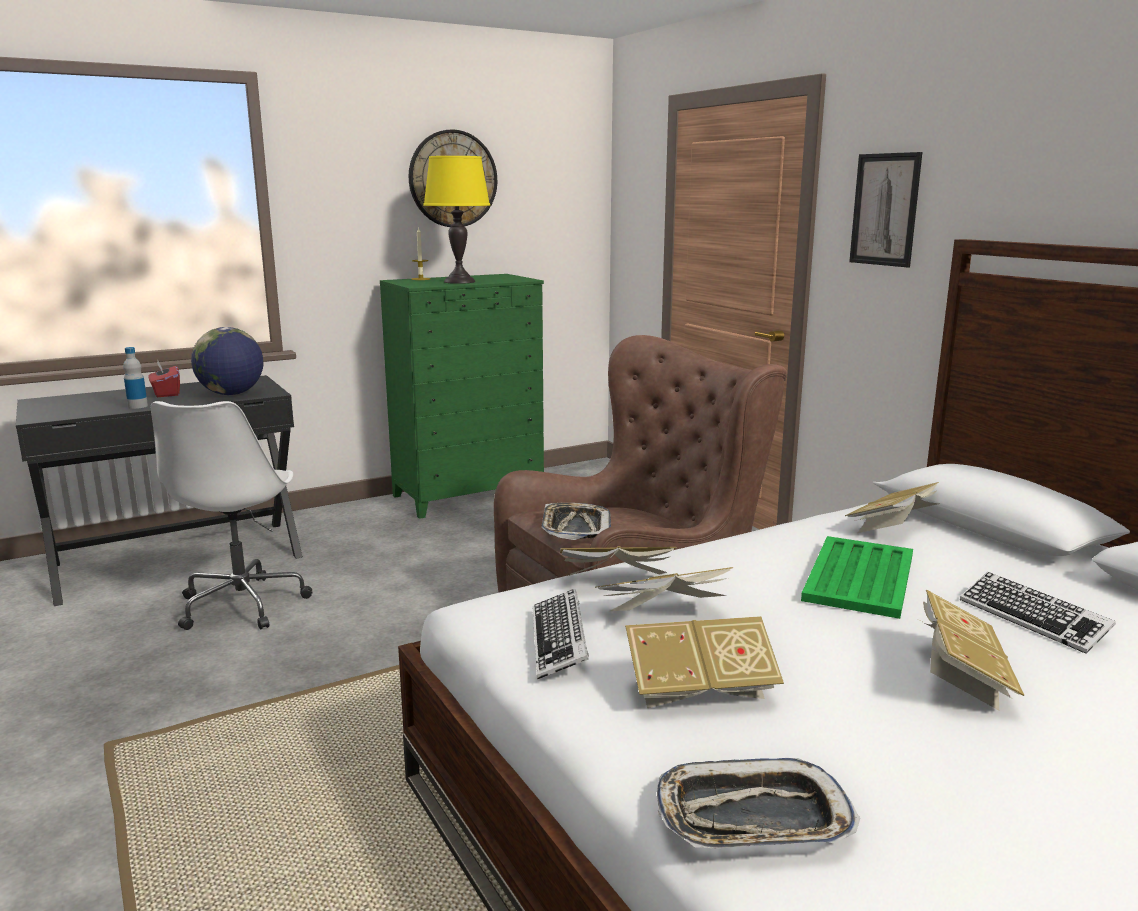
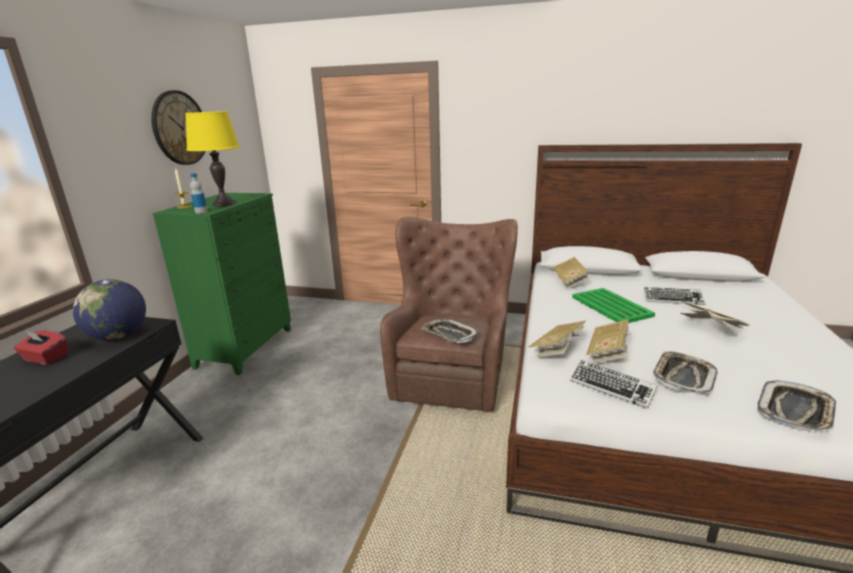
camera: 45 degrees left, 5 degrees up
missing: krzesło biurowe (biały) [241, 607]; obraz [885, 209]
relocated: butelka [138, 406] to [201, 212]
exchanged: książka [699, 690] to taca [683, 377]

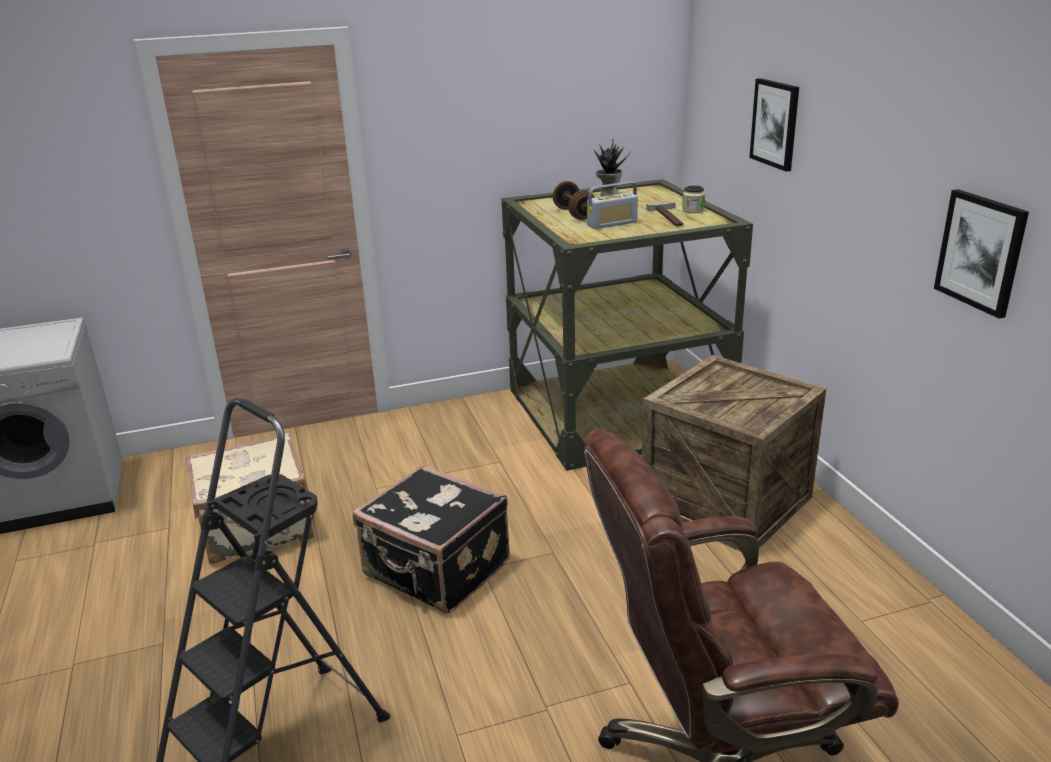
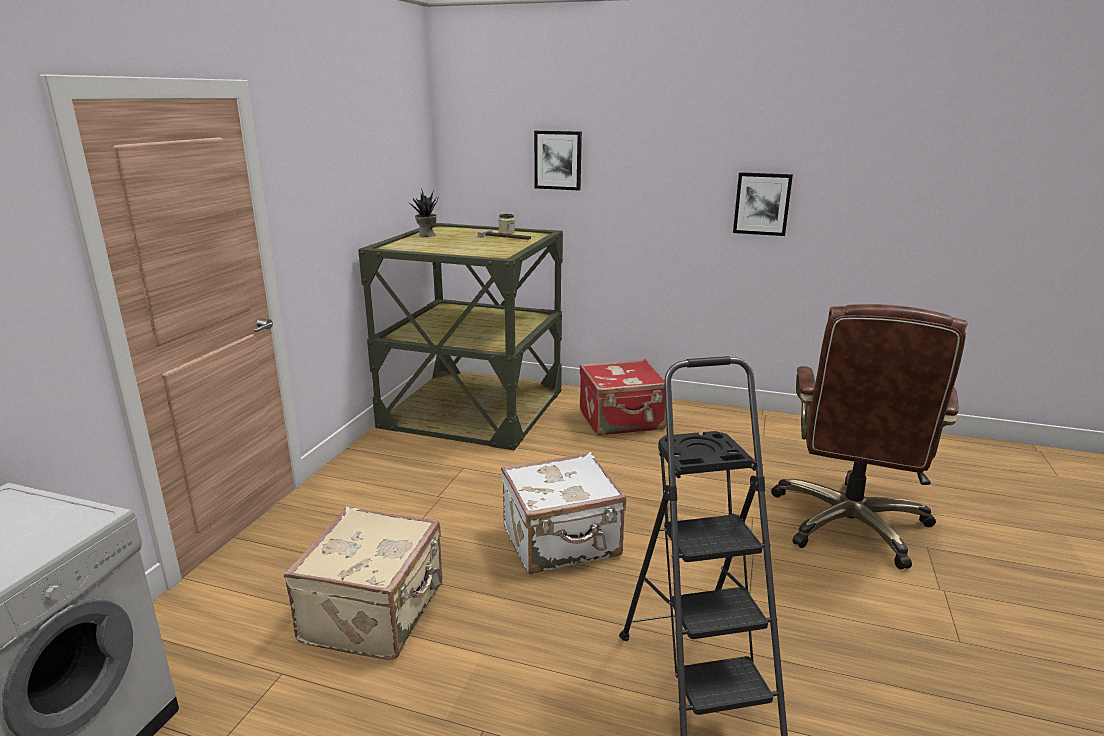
camera: 55 degrees left, 5 degrees down
missing: hantel (brązowy) [574, 214]; radio [612, 224]
exchanged: skrzynka [726, 502] to walizka (czerwony) [622, 421]
colour: walizka (czarny) [436, 571] to walizka (biały) [562, 543]

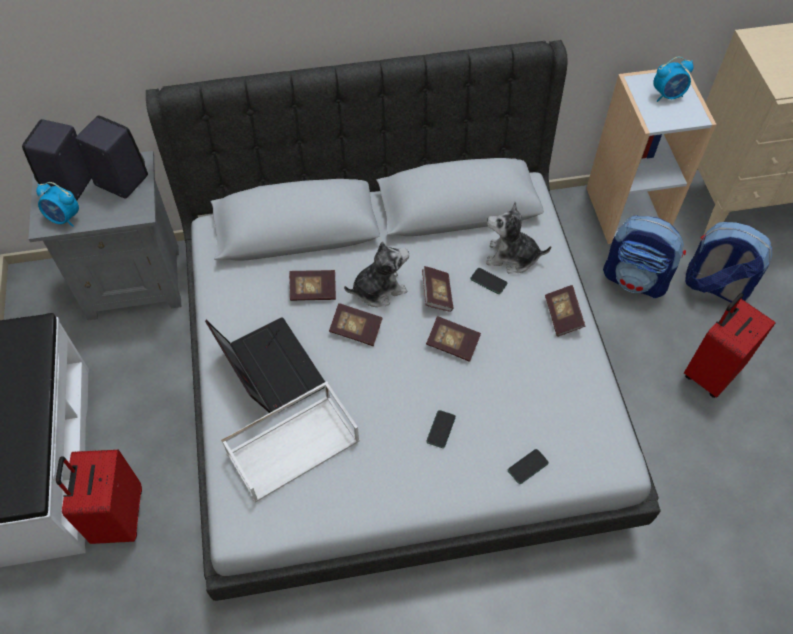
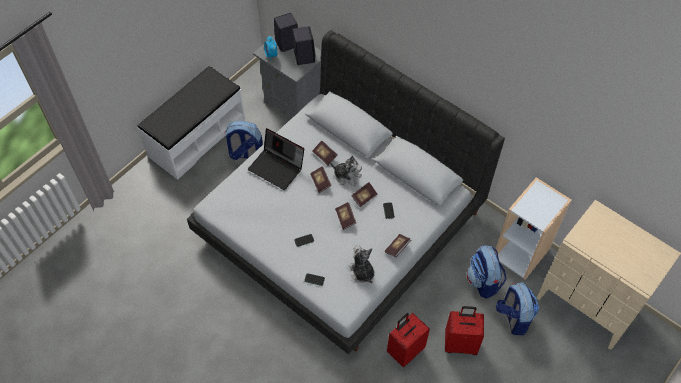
camera: 50 degrees right, 0 degrees up
missing: taca (biały) [293, 445]; budzik [668, 95]
appeared: plecak [245, 154]
relocated: walizka (czerwony) [118, 516] to [405, 350]; pluszak [512, 257] to [362, 272]
spun: laptop [269, 369] = [277, 167] 105 degrees clockwise

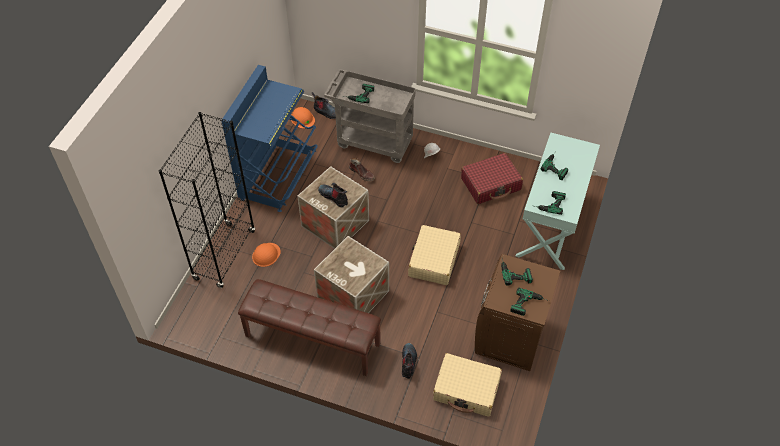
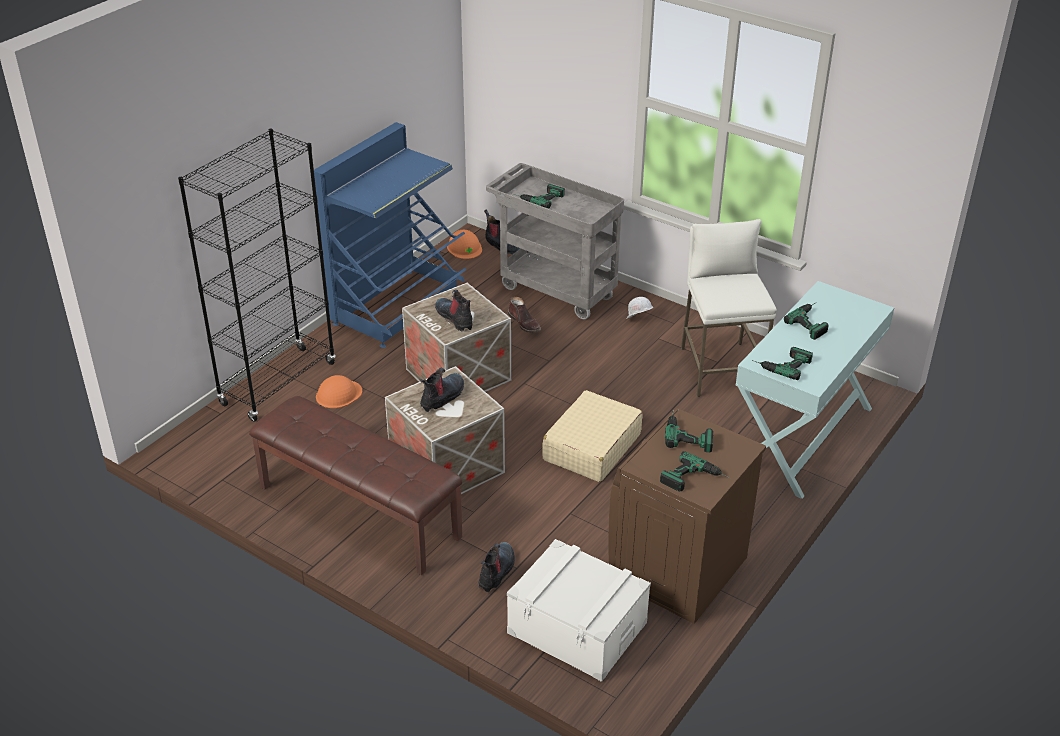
camera: 15 degrees right, 15 degrees down
appeared: but z cholewką [442, 397]
exchanged: walizka (beżowy) [466, 389] to pojemnik do przechowywania (biały) [577, 628]; walizka (czerwony) [491, 184] to stołek (biały) [720, 369]

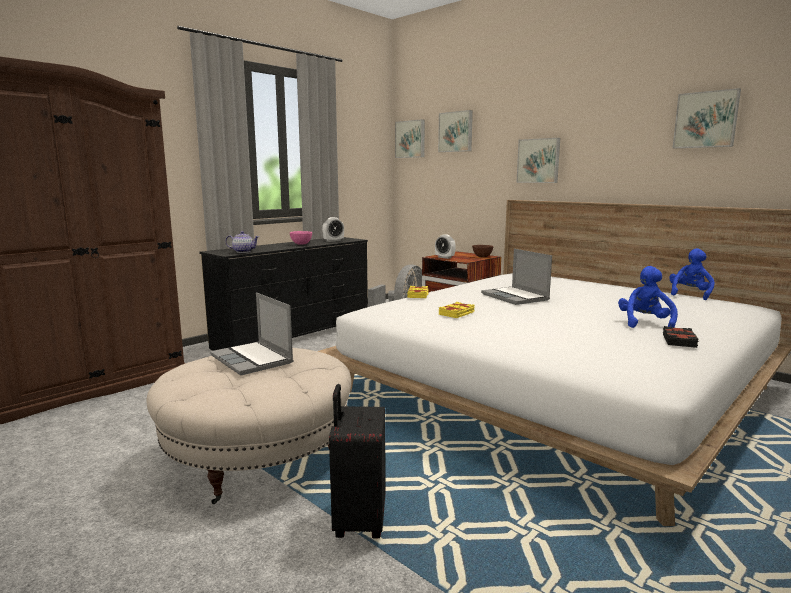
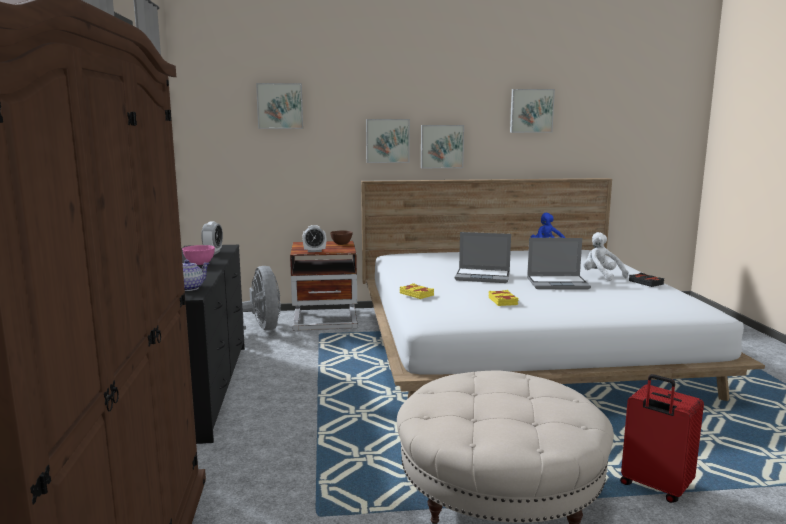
camera: 50 degrees left, 0 degrees up
relocated: laptop [253, 359] to [558, 284]; obraz [411, 139] to [441, 146]
colour: walizka (czarny) [358, 521] to walizka (czerwony) [654, 487]; pluszak (niebieski) [645, 324] to pluszak (biały) [601, 276]

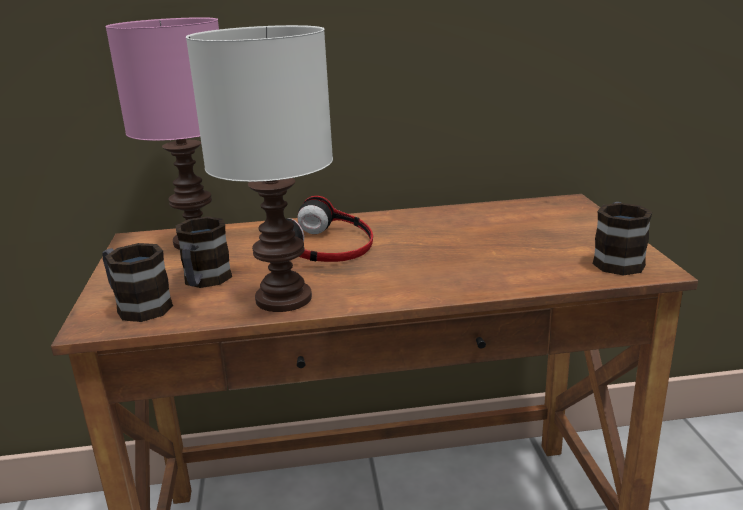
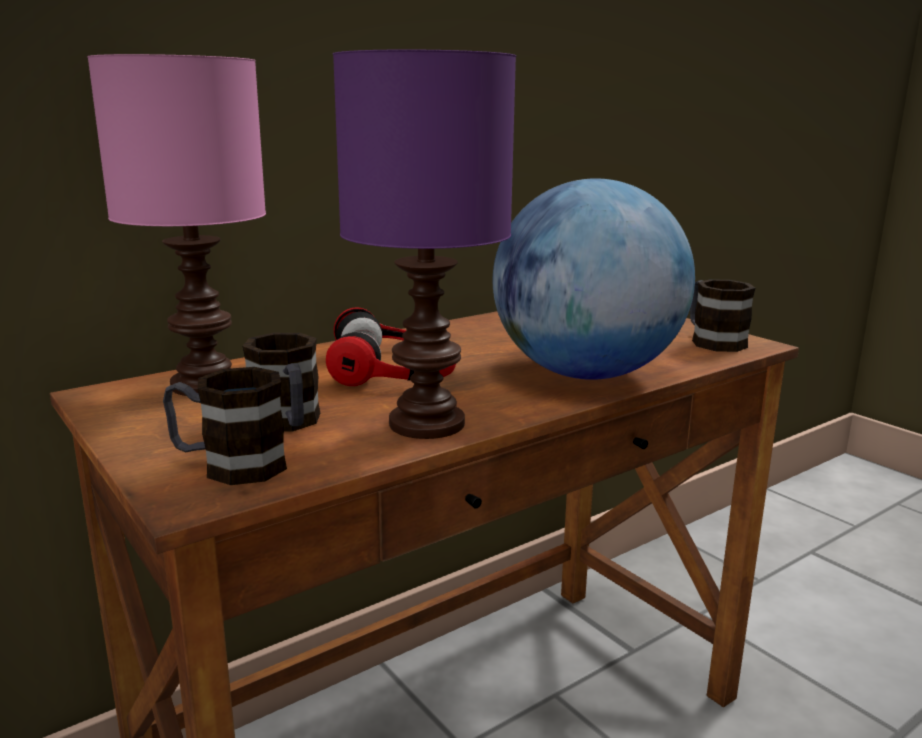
camera: 30 degrees left, 5 degrees down
appeared: globus [586, 374]
colour: lampa stołowa (biały) [281, 298] to lampa stołowa (fioletowy) [423, 424]

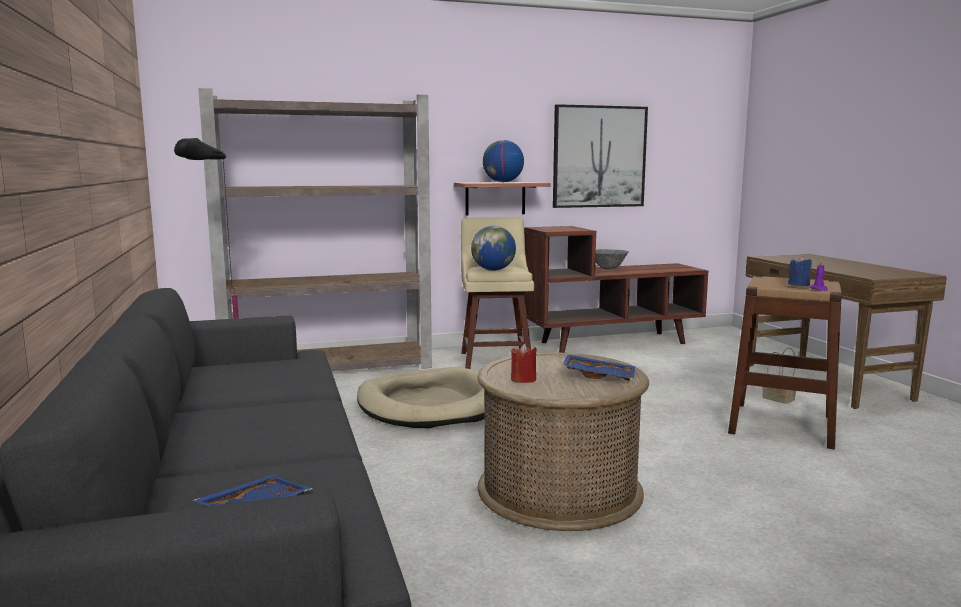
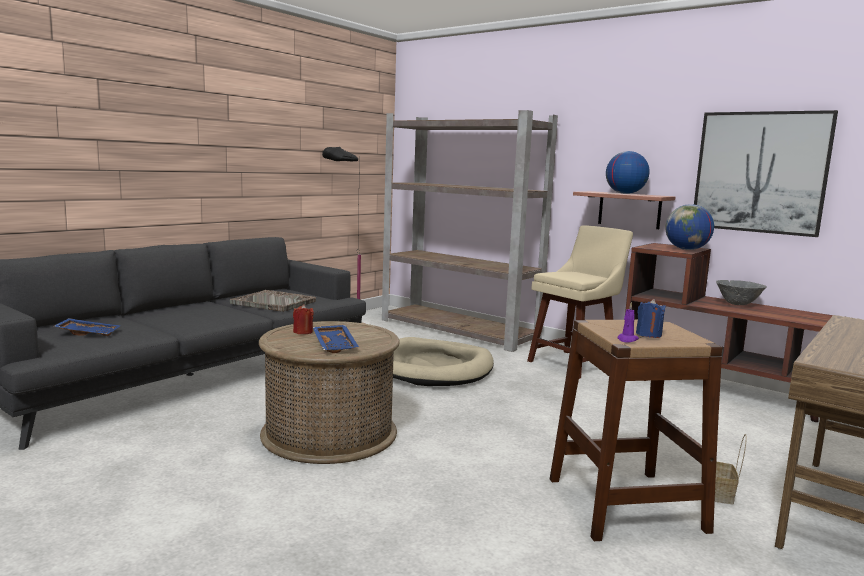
camera: 55 degrees right, 0 degrees up
appeared: taca (szary) [274, 302]
relocated: globus [493, 270] to [687, 249]

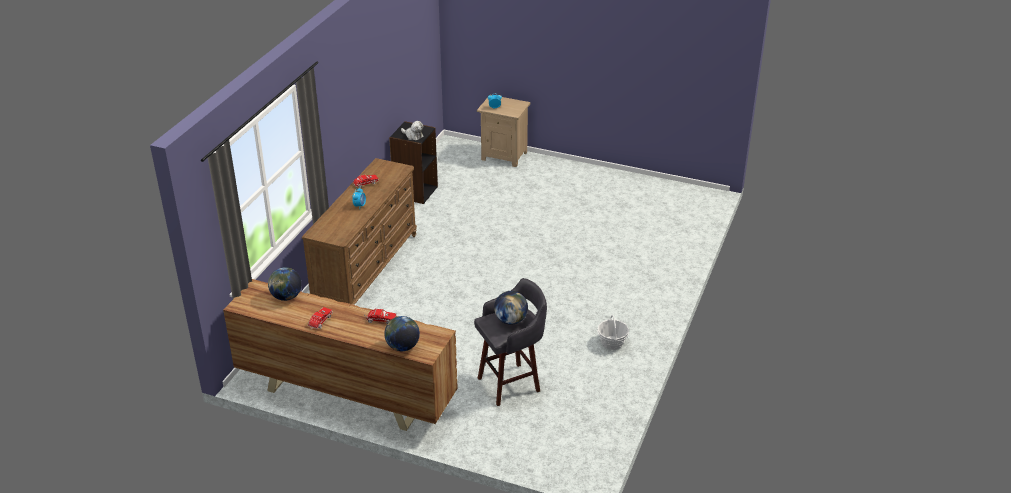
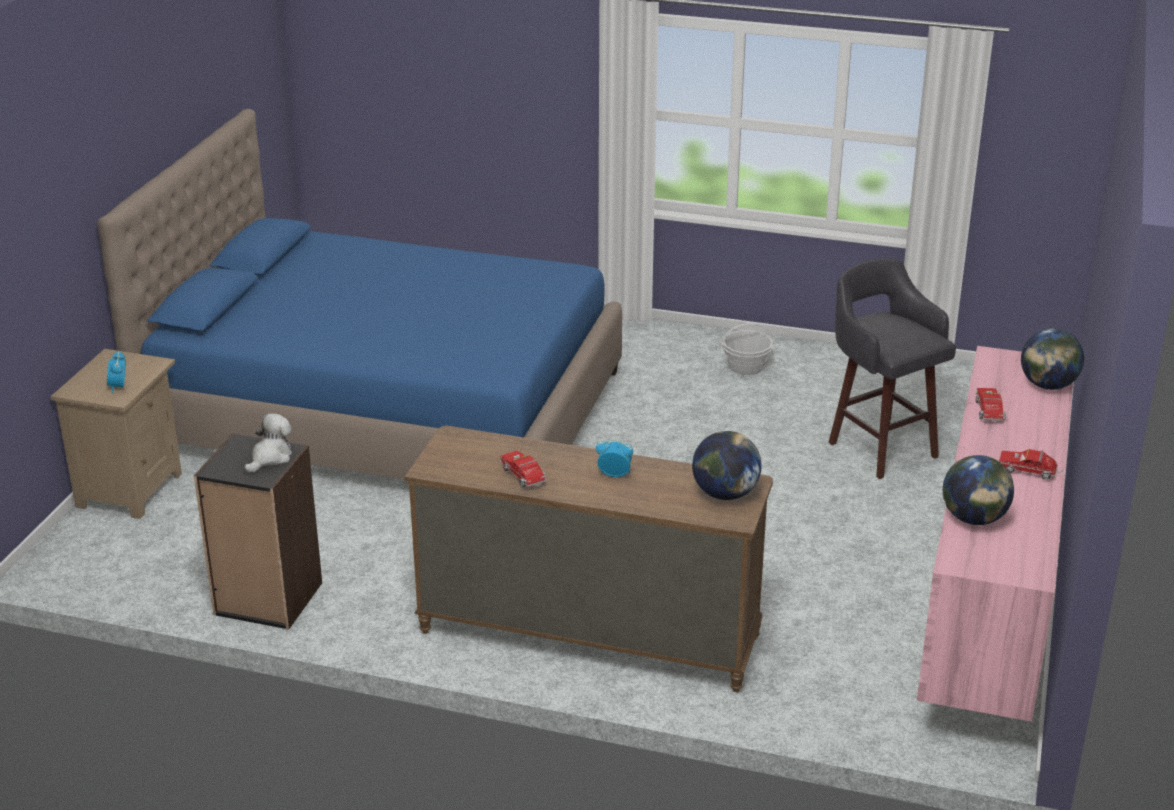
camera: 95 degrees left, 5 degrees down
appeared: łóżko (niebieski) [385, 410]
relocated: globus [511, 320] to [725, 494]
colour: szafka (brązowy) [345, 396] to szafka (różowy) [989, 614]

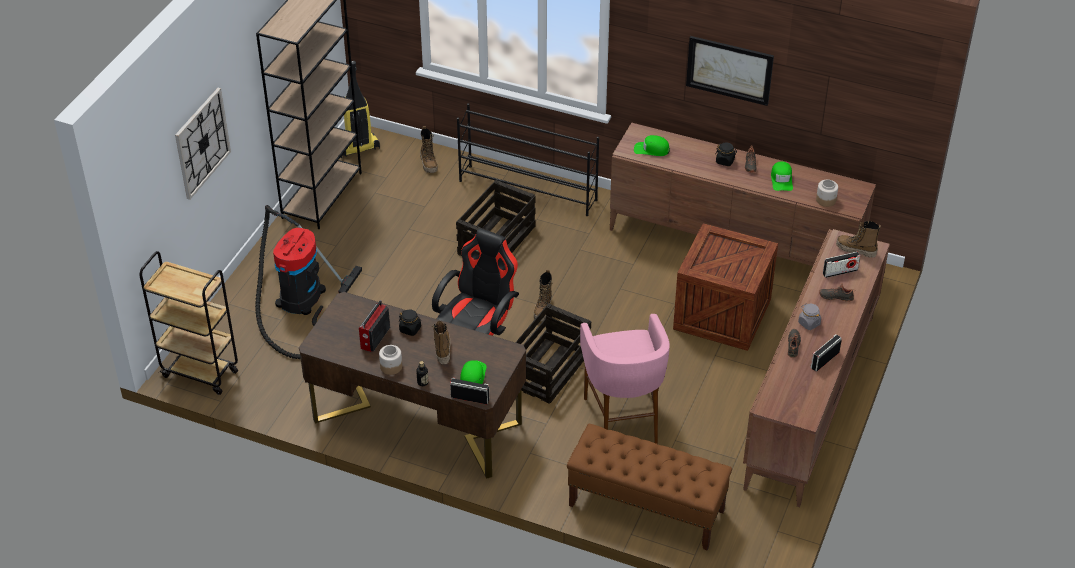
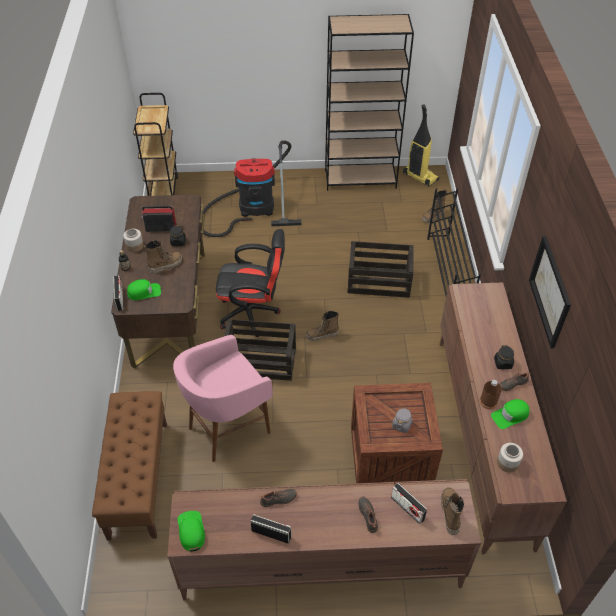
camera: 65 degrees right, 5 degrees up
missing: zegar ścienny [202, 143]
appeared: butelka (brązowy) [488, 402]
relocated: czapka z daszkiem (zielony) [651, 149] to [191, 531]; słoik (szary) [809, 323] to [402, 425]

